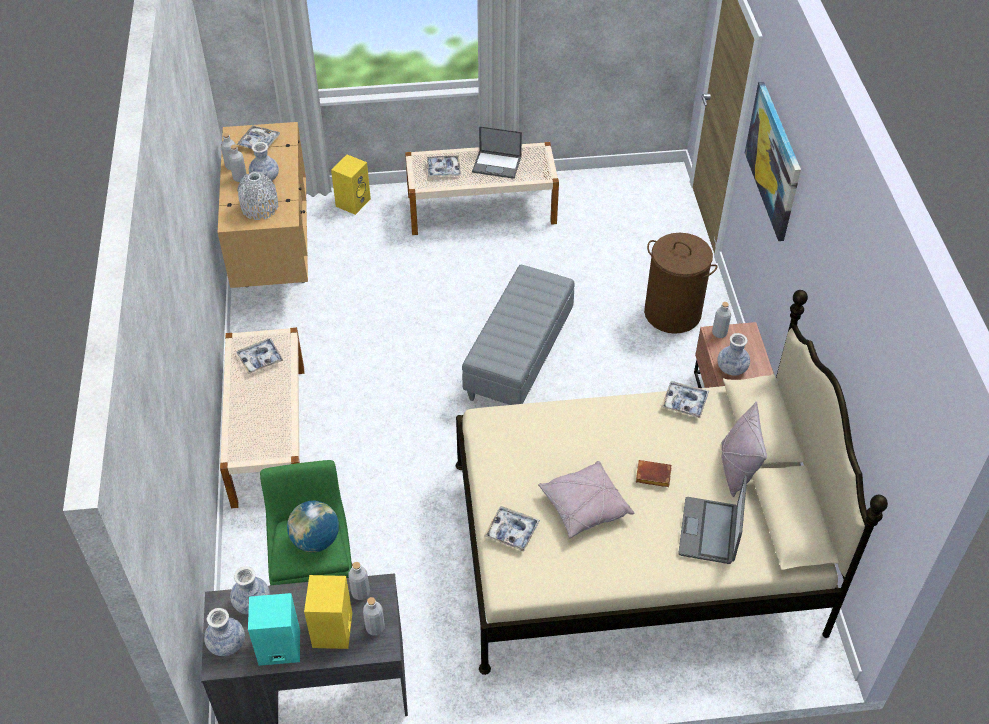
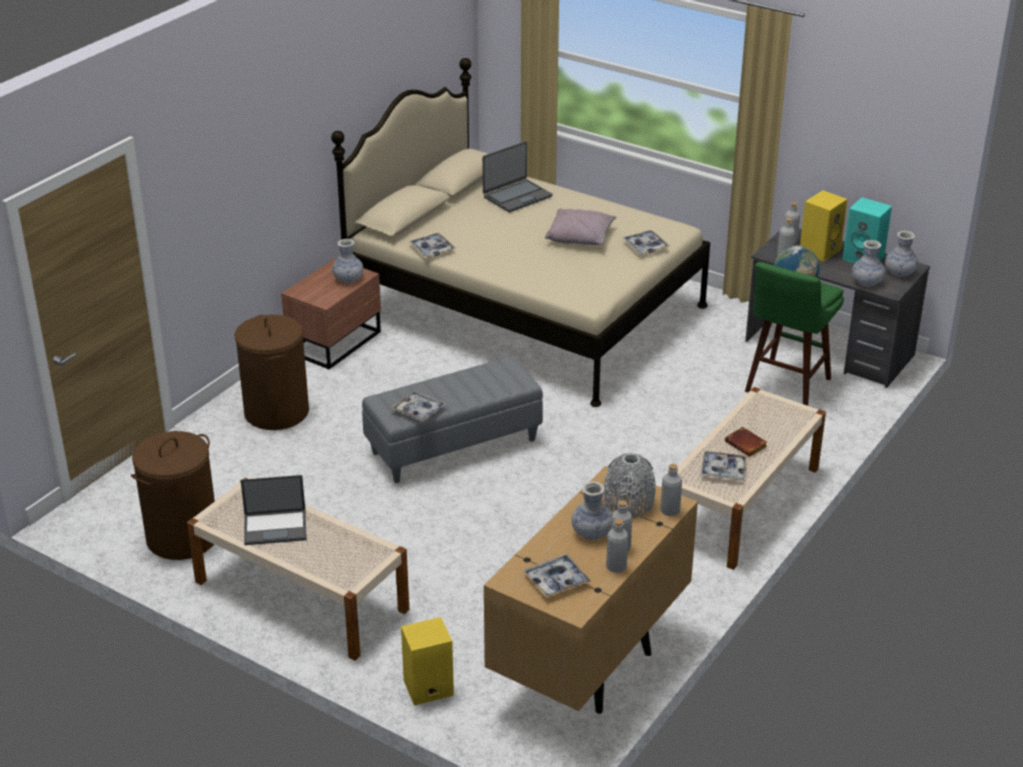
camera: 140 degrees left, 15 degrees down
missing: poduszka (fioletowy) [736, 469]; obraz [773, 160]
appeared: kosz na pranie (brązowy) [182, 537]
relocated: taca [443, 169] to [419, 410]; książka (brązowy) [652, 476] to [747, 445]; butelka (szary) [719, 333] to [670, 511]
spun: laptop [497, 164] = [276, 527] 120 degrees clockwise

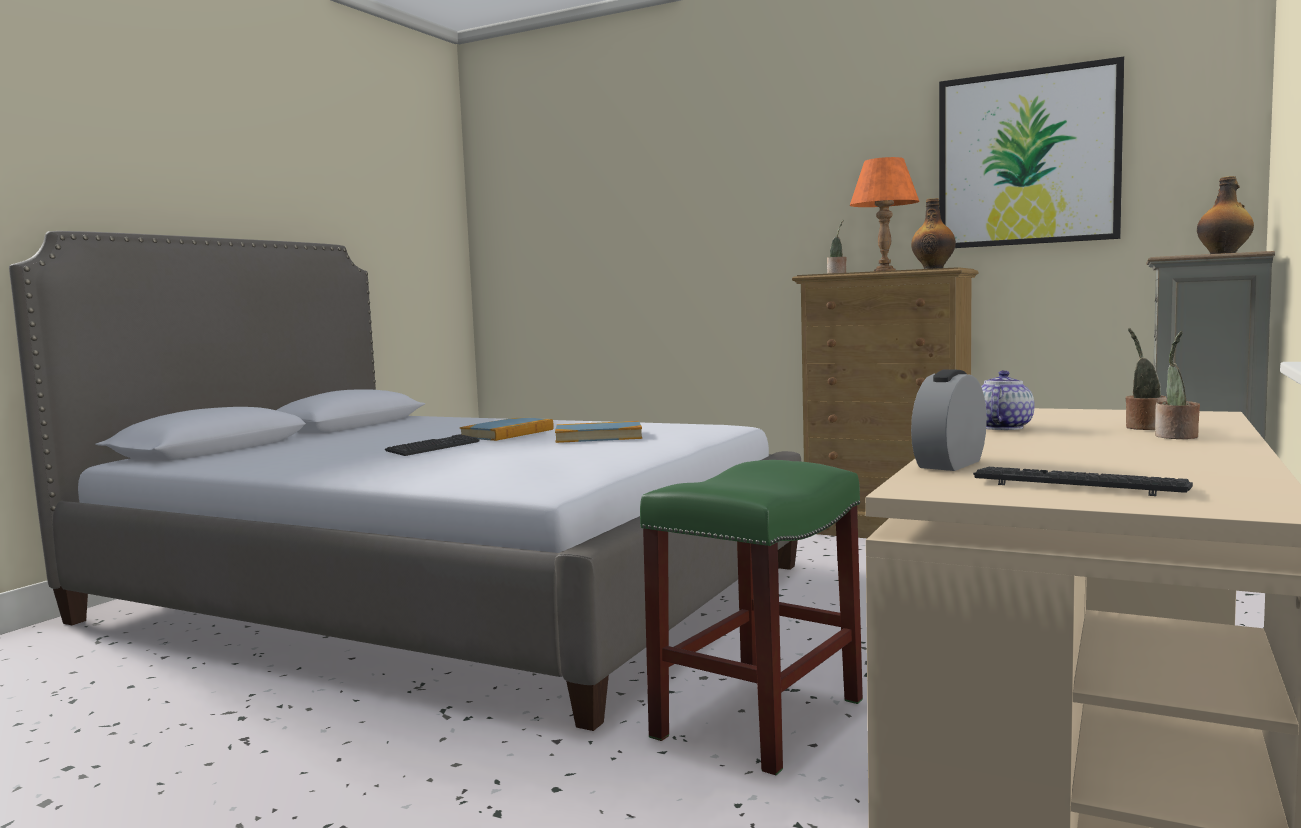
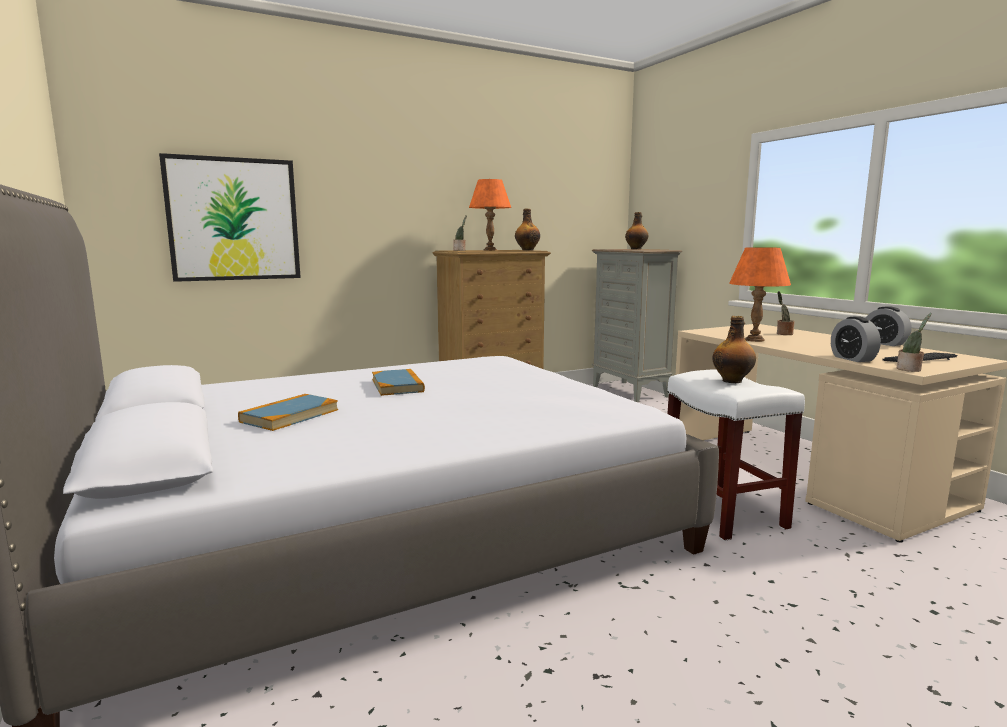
camera: 55 degrees left, 5 degrees up
missing: klawiatura [433, 447]
appeared: butelka [732, 381]; budzik [884, 343]
relocated: książka [598, 437] to [290, 416]; obraz [1027, 158] to [234, 219]; roślina doniczkowa [1176, 437] to [910, 370]
exchanged: imbryk [1001, 427] to lampa stołowa (pomarańczowy) [754, 340]
colour: stołek (zielony) [759, 717] to stołek (biały) [720, 511]

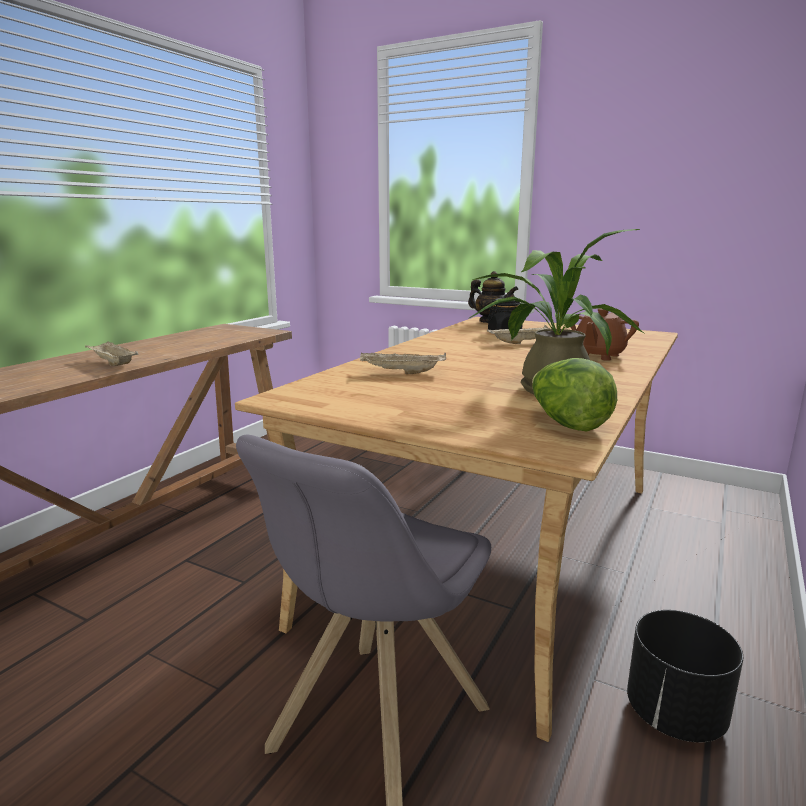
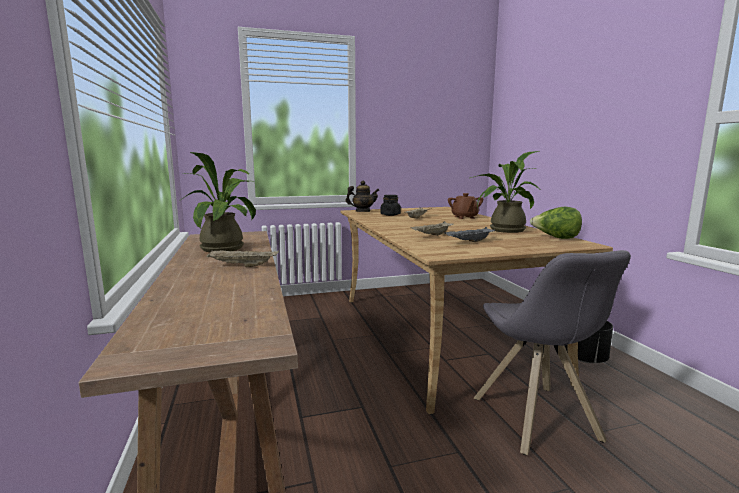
camera: 45 degrees left, 5 degrees down
appeared: roślina doniczkowa [227, 247]; taca (szary) [469, 242]

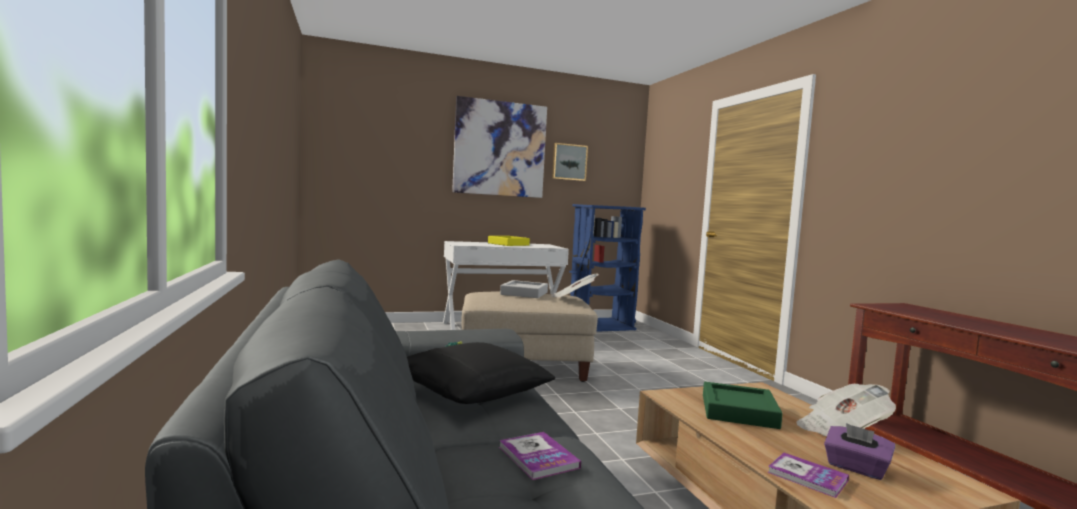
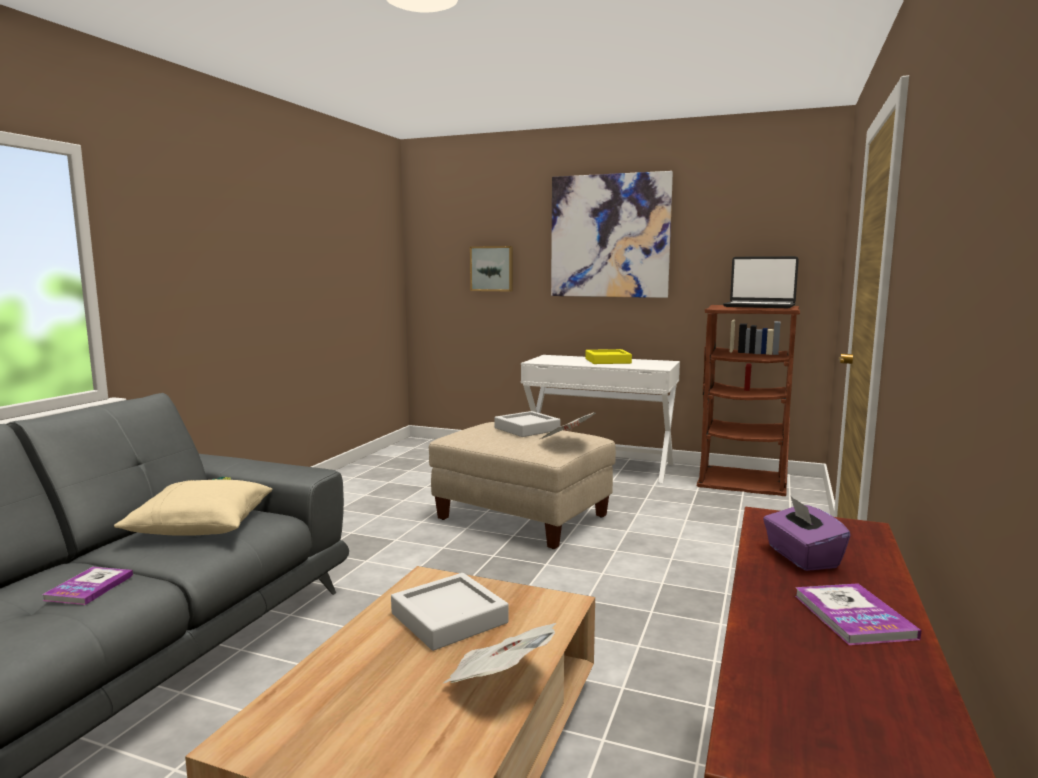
camera: 40 degrees right, 5 degrees up
appeared: laptop [759, 306]
relocated: obraz [569, 162] to [492, 268]; książka [807, 476] to [853, 616]; pudełko chusteczek (fioletowy) [856, 468] to [801, 557]
colour: poduszka (czarny) [472, 394] to poduszka (beżowy) [201, 527]; regał (niebieski) [600, 325] to regał (brązowy) [742, 481]; taca (zielony) [738, 411] to taca (szary) [449, 618]

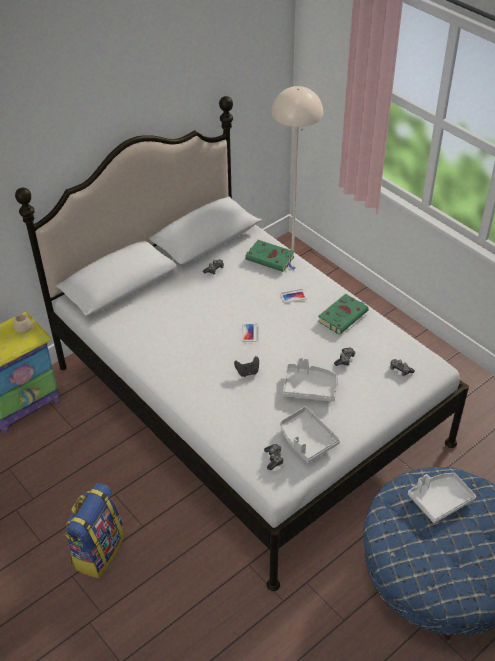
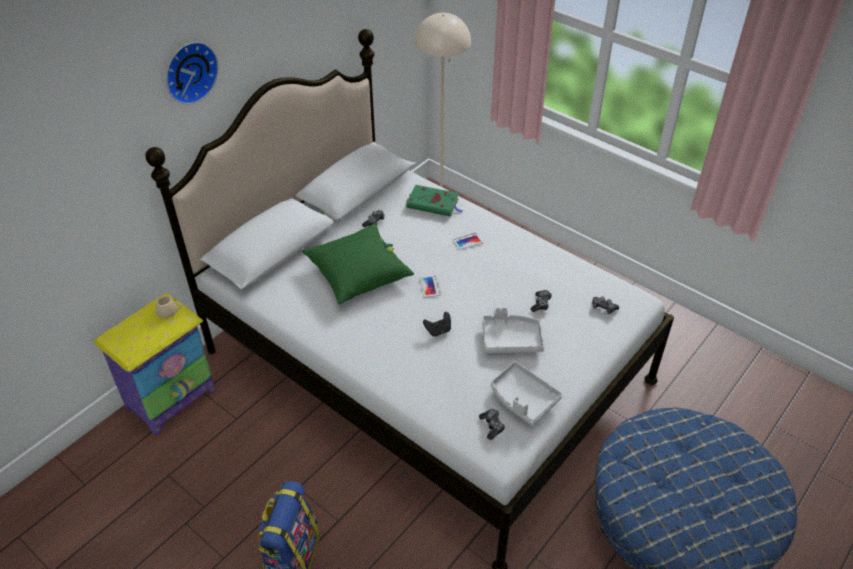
camera: 10 degrees left, 0 degrees up
missing: książka (zielony) [343, 316]; taca (biały) [440, 500]
appeared: zegar ścienny [189, 71]; poduszka (zielony) [358, 274]

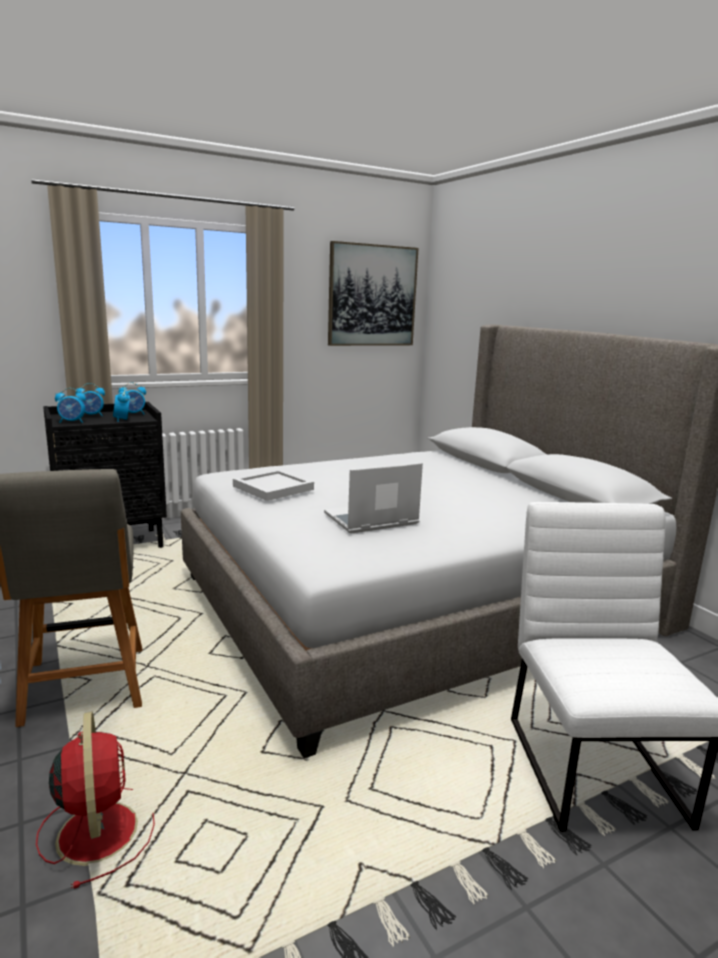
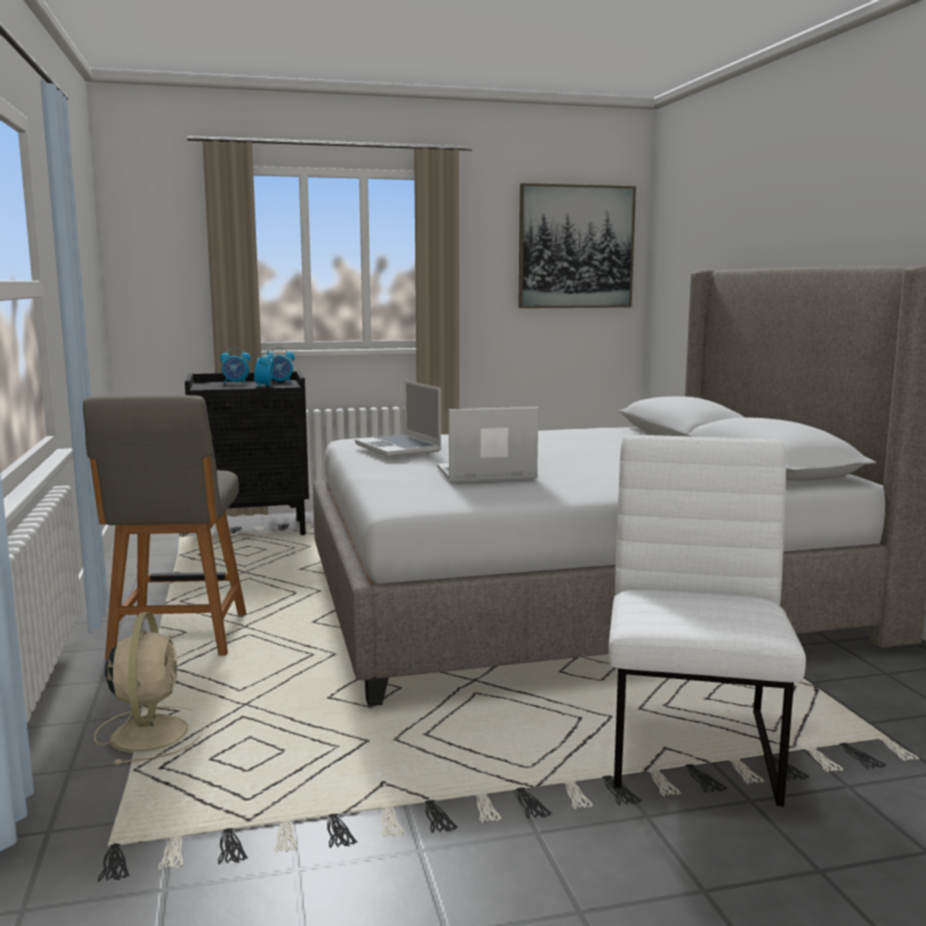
camera: 15 degrees right, 5 degrees down
missing: budzik [72, 422]
exchanged: taca (biały) [274, 488] to laptop [399, 448]
colour: wentylator (czerwony) [97, 829] to wentylator (beżowy) [150, 732]

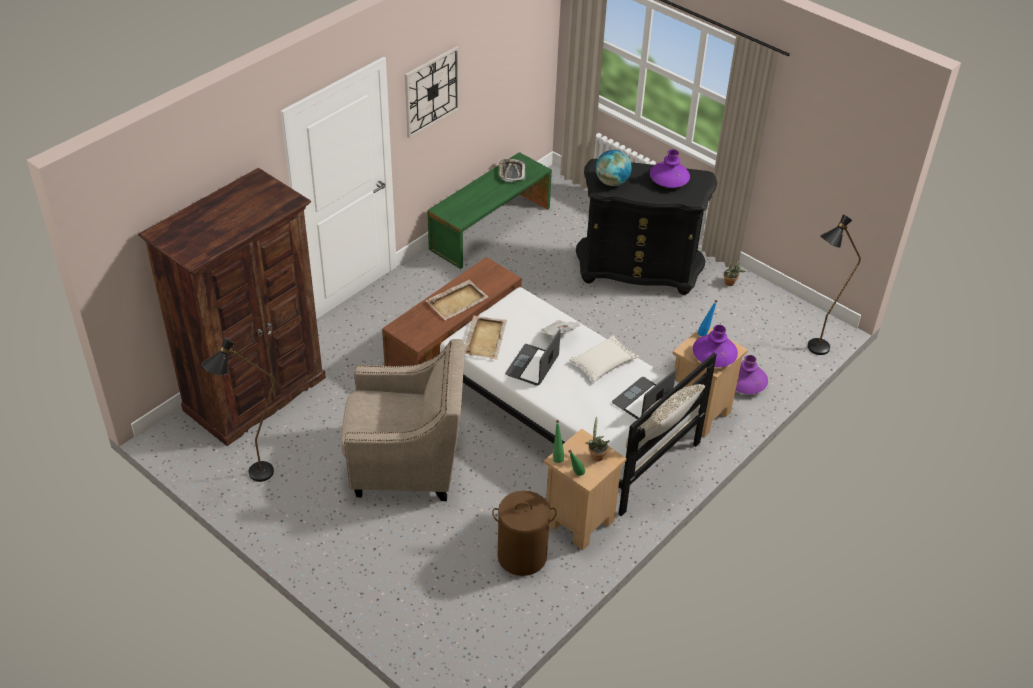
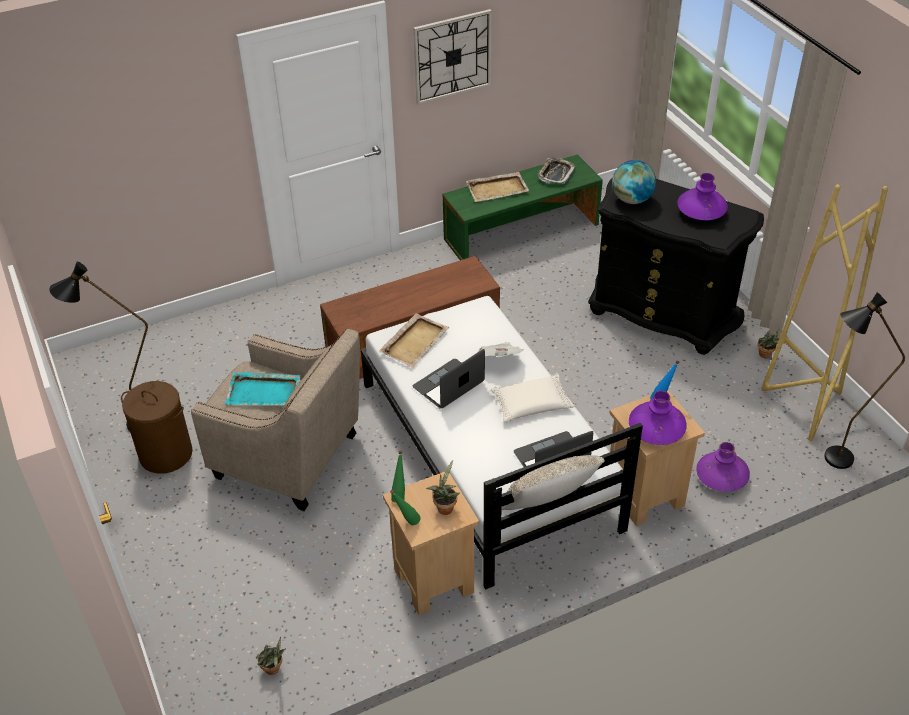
camera: 25 degrees right, 0 degrees up
missing: szafa (brązowy) [255, 394]
appeared: taca (turkusowy) [264, 391]; roślina doniczkowa [274, 670]; wieszak (żółty) [804, 408]
relocated: taca (beżowy) [457, 301] to [498, 189]; kosz na pranie (brązowy) [522, 556] to [166, 454]

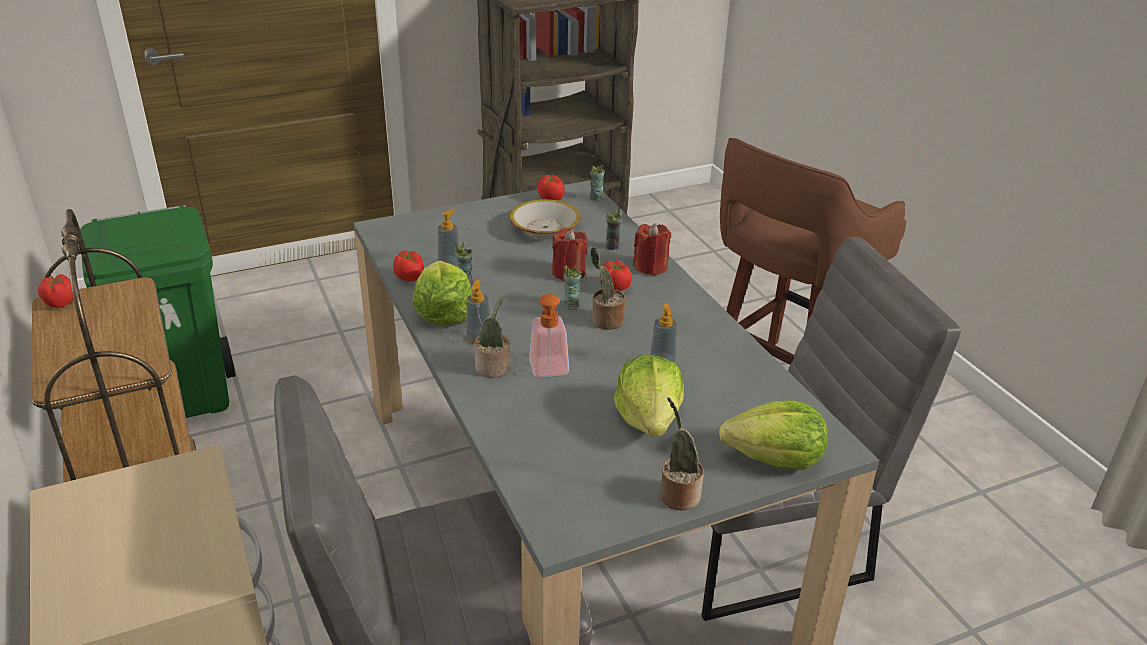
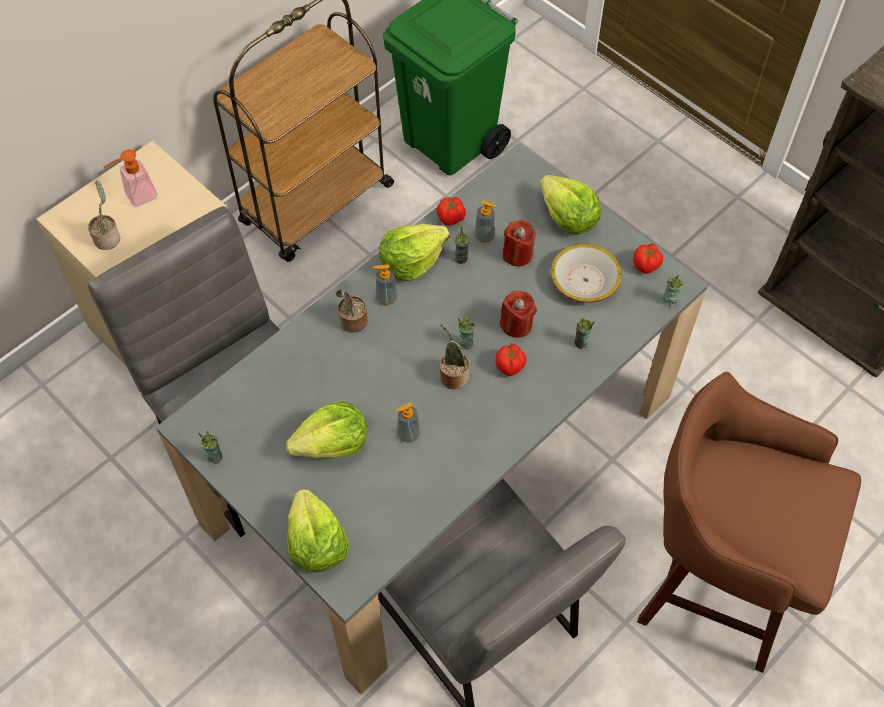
camera: 70 degrees right, 25 degrees up
missing: pomidor [62, 303]
appeared: filiżanka [214, 456]; sałata [568, 217]
relocated: dozownik mydła [550, 372] to [136, 197]; świeca (czerwony) [650, 267] to [517, 254]; roślina doniczkowa [678, 494] to [108, 238]

